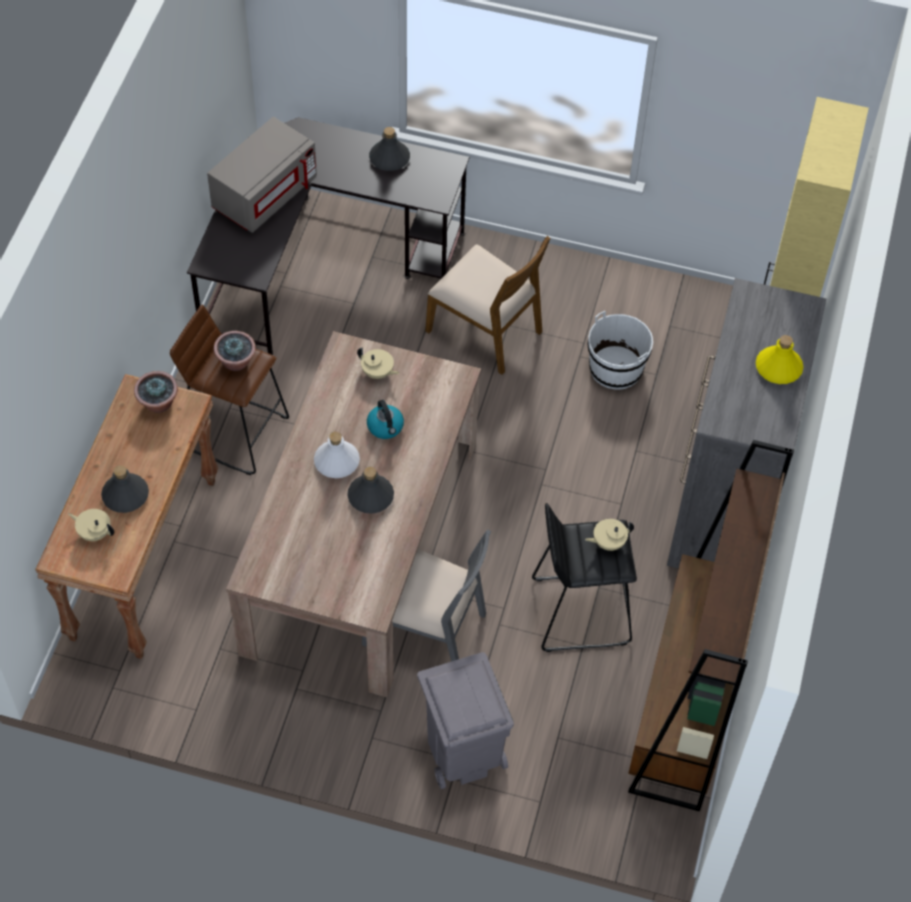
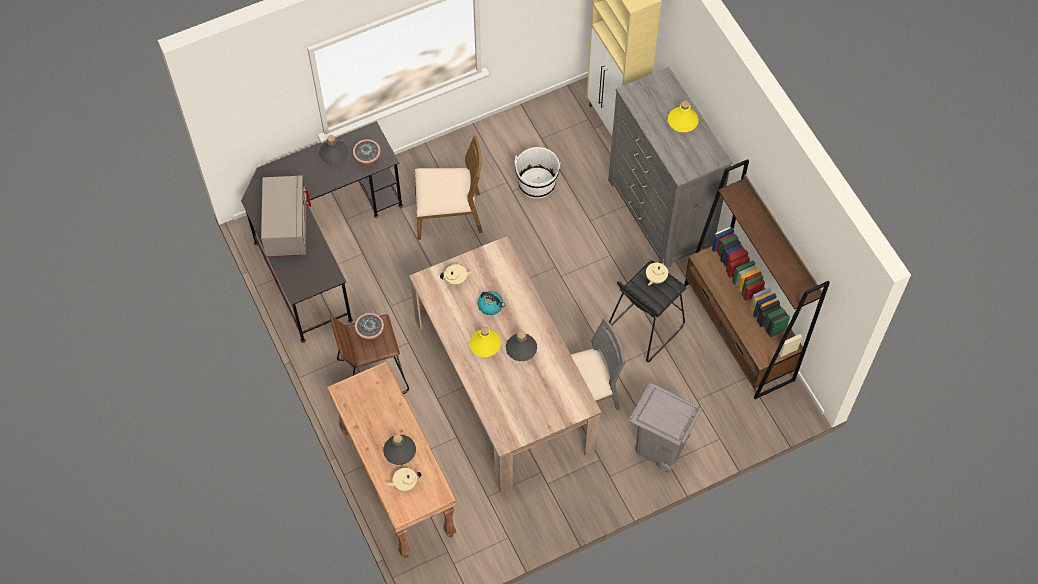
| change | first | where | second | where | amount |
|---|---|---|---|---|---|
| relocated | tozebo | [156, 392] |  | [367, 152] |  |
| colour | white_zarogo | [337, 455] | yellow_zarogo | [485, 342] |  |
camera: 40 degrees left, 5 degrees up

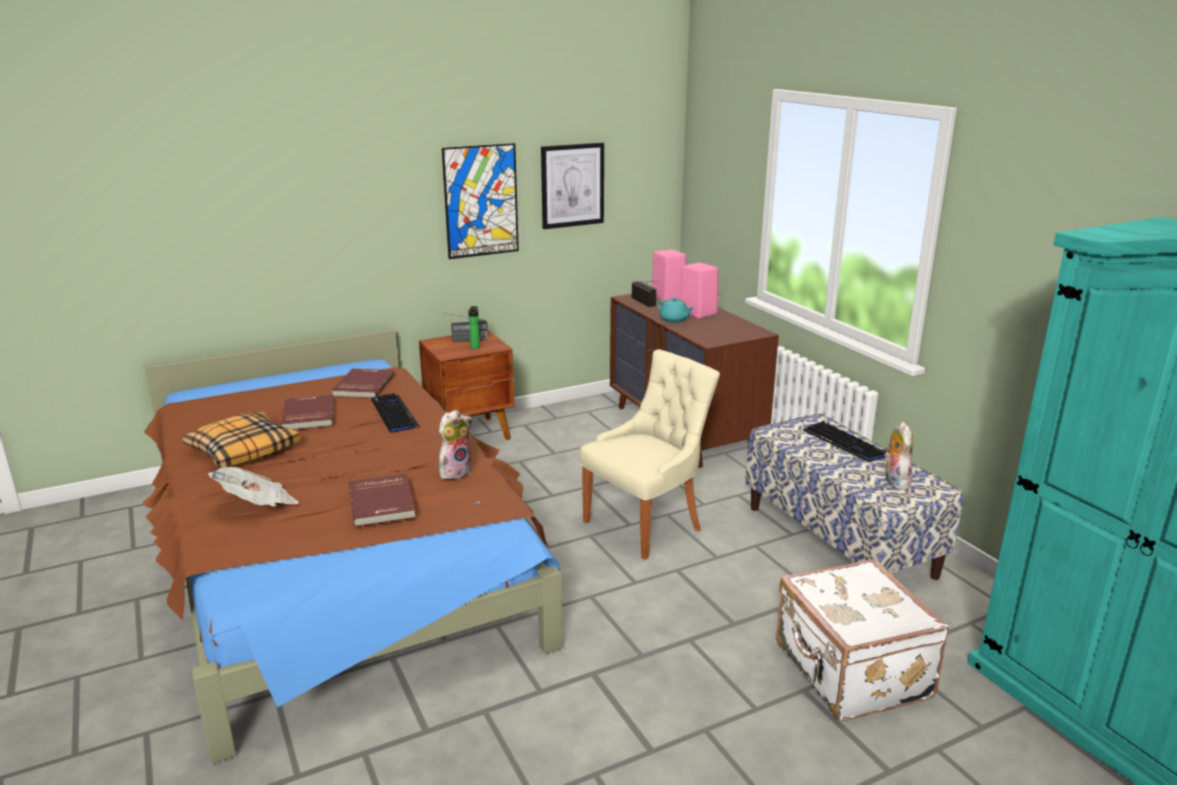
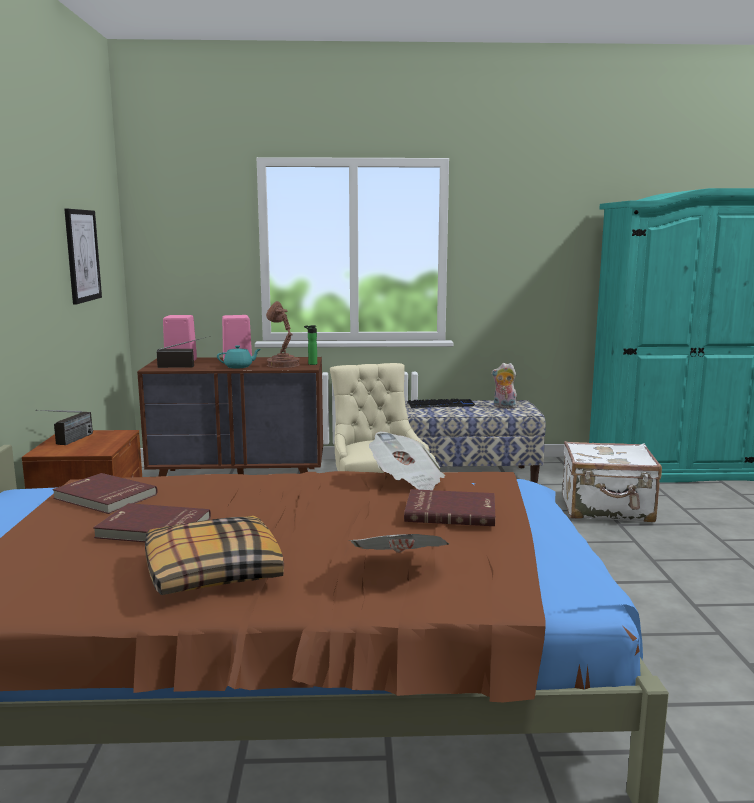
| change | first | where | second | where | amount |
|---|---|---|---|---|---|
| missing | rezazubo | [480, 201] |  |  |  |
| relocated | zarogo | [474, 327] |  | [310, 345] |  |
| missing | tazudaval | [395, 413] |  |  |  |
| exchanged | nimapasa | [455, 445] | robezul | [407, 461] |  |
| appeared |  |  | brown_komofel | [283, 334] |  |
camera: 65 degrees left, 10 degrees down

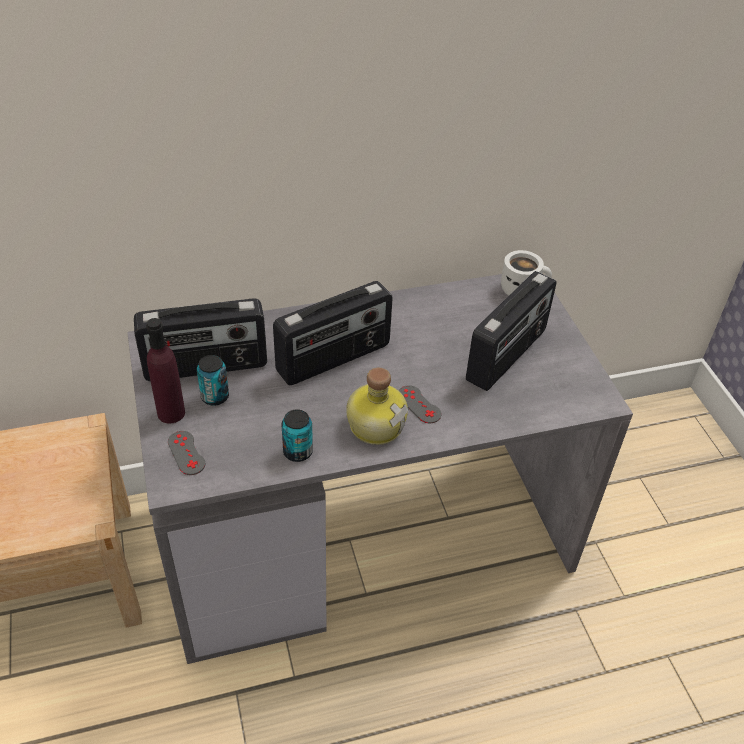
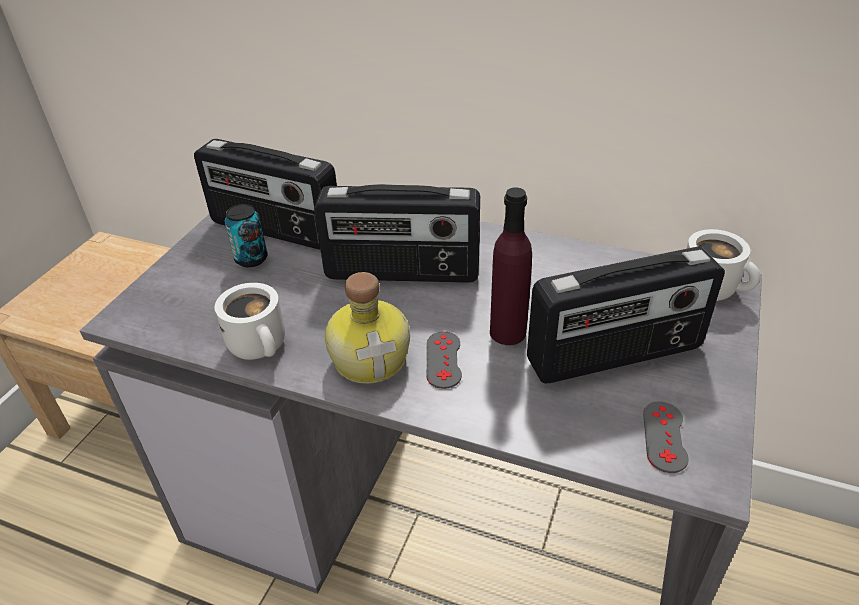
| change | first | where | second | where | amount |
|---|---|---|---|---|---|
| relocated | purple_zarogo | [165, 371] |  | [511, 266] |  |
| exchanged | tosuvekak | [297, 435] | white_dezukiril | [250, 321] |  |
| relocated | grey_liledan | [186, 453] |  | [666, 437] |  |
camera: 40 degrees right, 5 degrees down

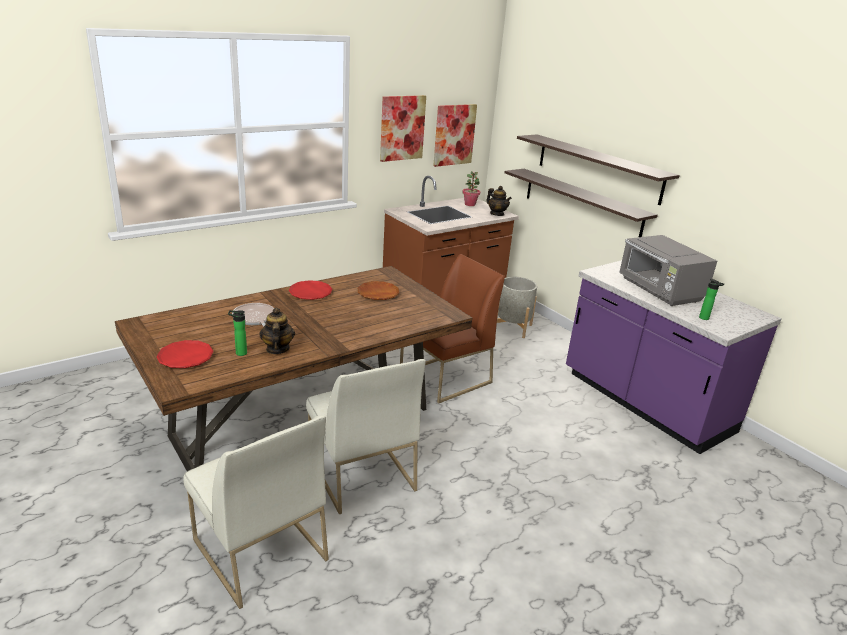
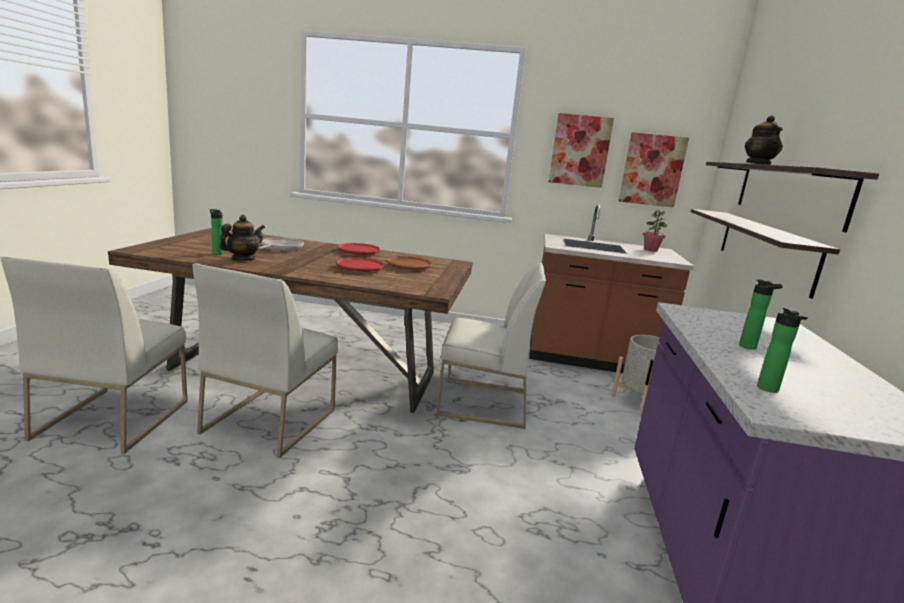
| change | first | where | second | where | amount |
|---|---|---|---|---|---|
| relocated | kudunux | [499, 201] |  | [764, 140] |  |
| exchanged | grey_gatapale | [668, 270] | zarogo | [761, 315] |  |
| colour | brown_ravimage | [452, 328] | white_ravimage | [491, 346] |  |
| relocated | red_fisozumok | [185, 354] |  | [360, 264] |  |
camera: 45 degrees right, 10 degrees down

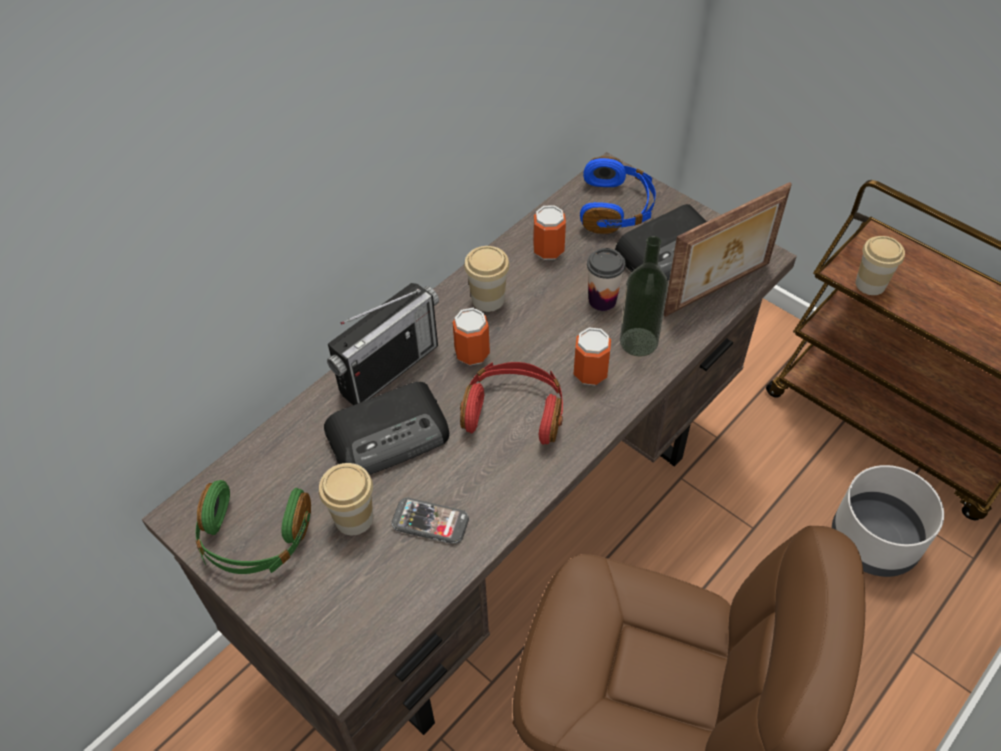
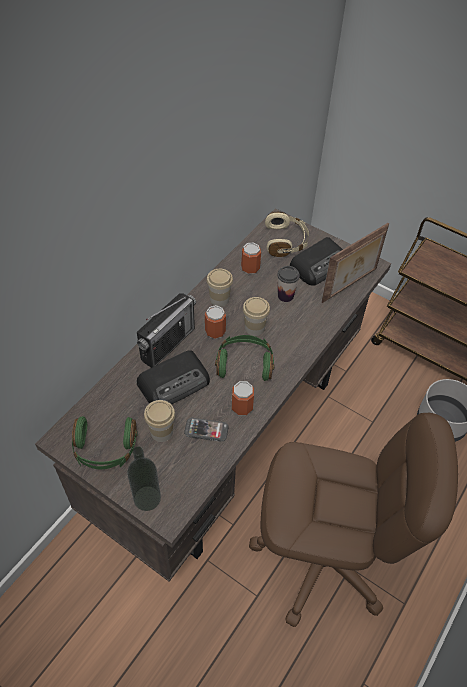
| change | first | where | second | where | amount |
|---|---|---|---|---|---|
| colour | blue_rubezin | [618, 195] | beige_rubezin | [287, 234] |  |
| relocated | zarogo | [644, 296] |  | [144, 478] |  |
| relocated | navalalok | [880, 265] |  | [256, 316] |  |
| relocated | tosuvekak | [592, 356] |  | [243, 398] |  |
| colour | red_rubezin | [511, 403] | green_rubezin | [245, 358] |  |
camera: 10 degrees left, 0 degrees up

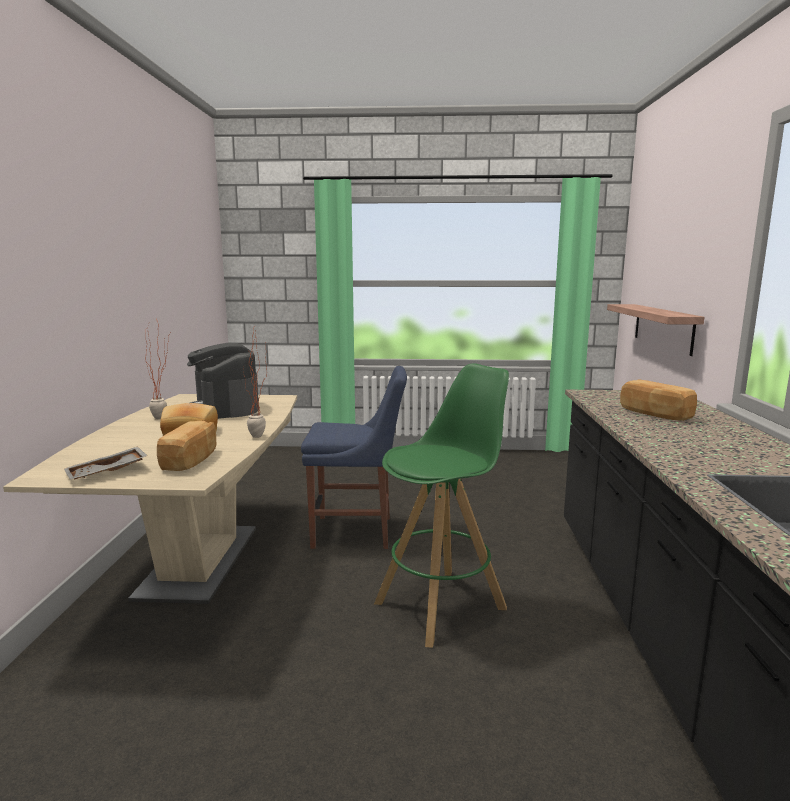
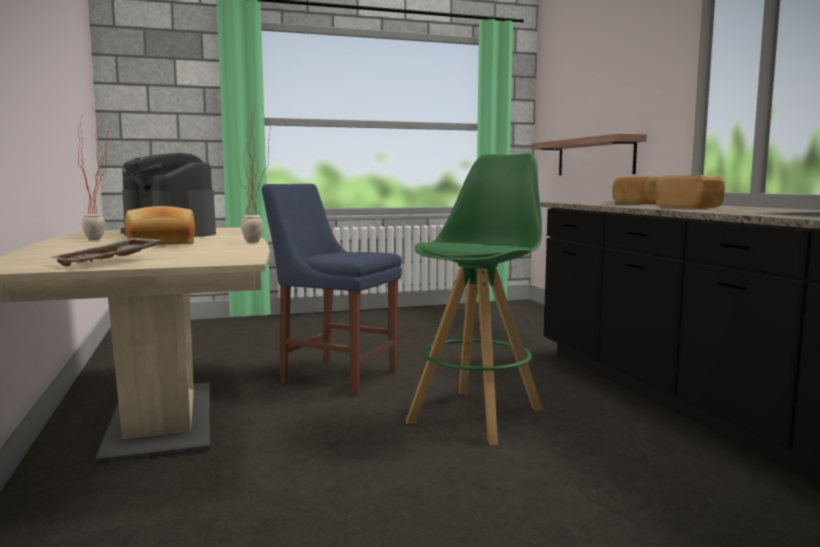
| change | first | where | second | where | amount |
|---|---|---|---|---|---|
| spun | blue_ravimage | [354, 457] |  | [332, 290] | 135 degrees counterclockwise |
| relocated | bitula | [186, 446] |  | [690, 191] |  |
camera: 20 degrees left, 5 degrees down

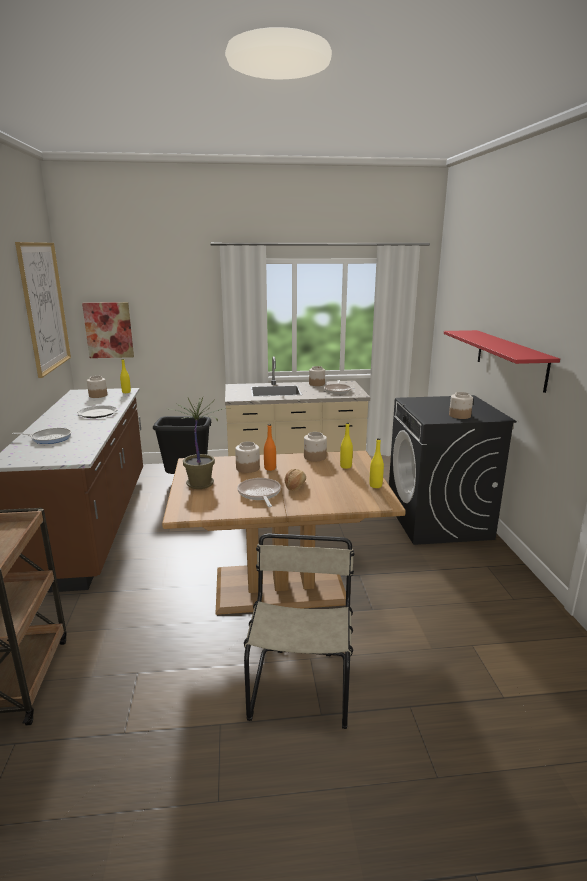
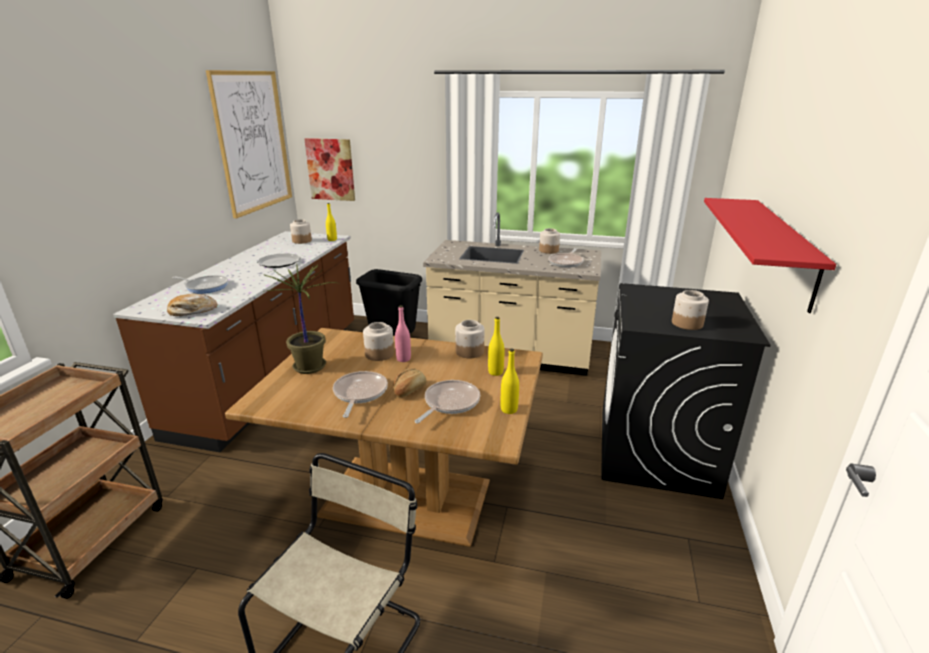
| change | first | where | second | where | amount |
|---|---|---|---|---|---|
| colour | orange_zarogo | [270, 447] | pink_zarogo | [403, 333] |  |
| appeared |  |  | bitula | [192, 305] |  |
| appeared |  |  | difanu | [447, 401] |  |
camera: 20 degrees right, 5 degrees up

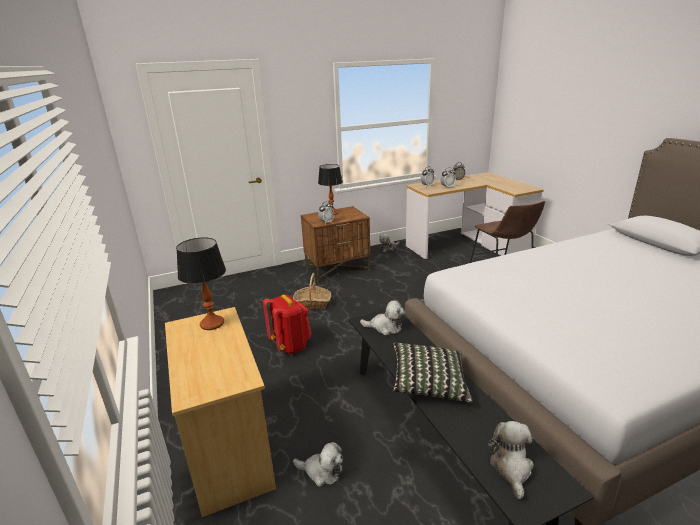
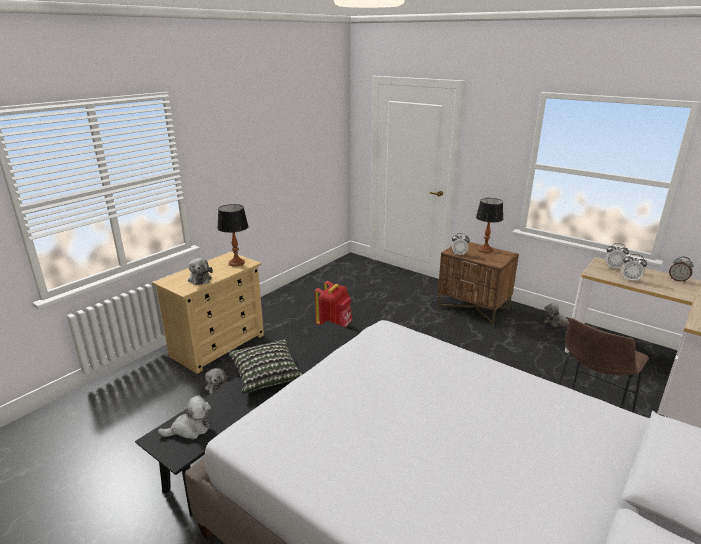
| change | first | where | second | where | amount |
|---|---|---|---|---|---|
| missing | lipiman | [312, 290] |  |  |  |
| relocated | nimapasa | [382, 317] |  | [200, 271] |  |
camera: 60 degrees right, 0 degrees up

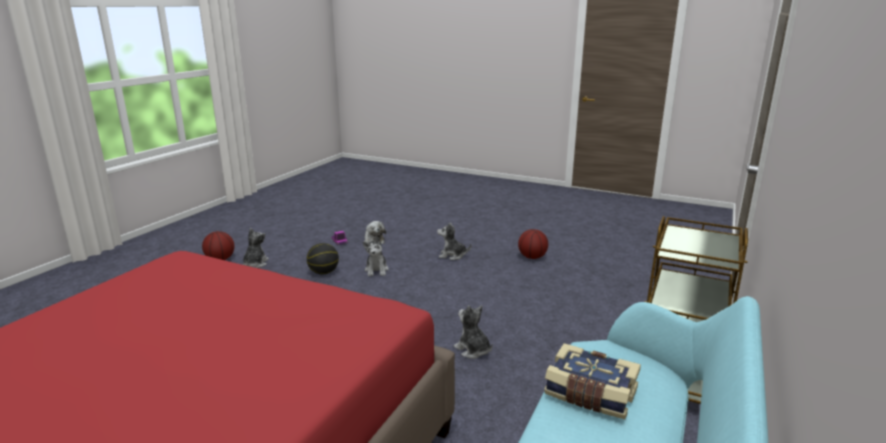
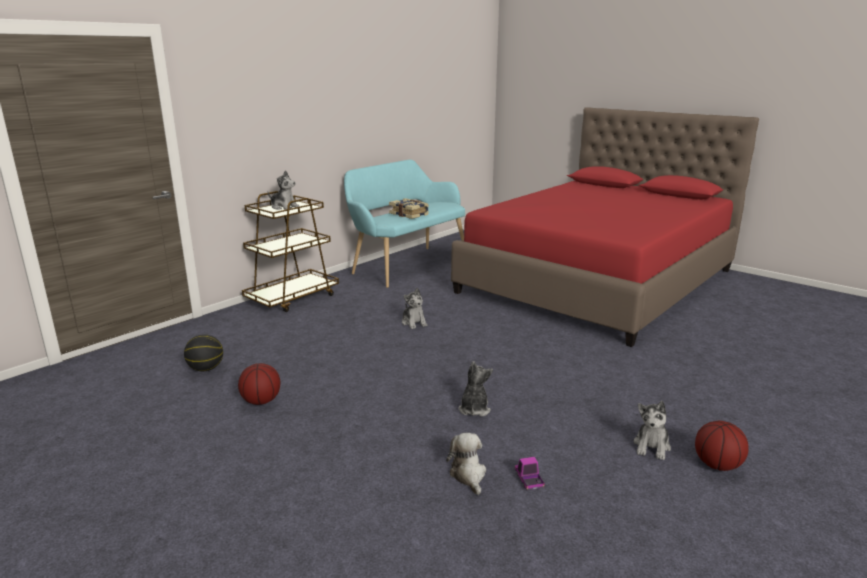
| change | first | where | second | where | amount |
|---|---|---|---|---|---|
| relocated | nimapasa | [454, 241] |  | [284, 190] |  |
| relocated | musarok | [323, 258] |  | [203, 352] |  |
camera: 165 degrees left, 0 degrees up

